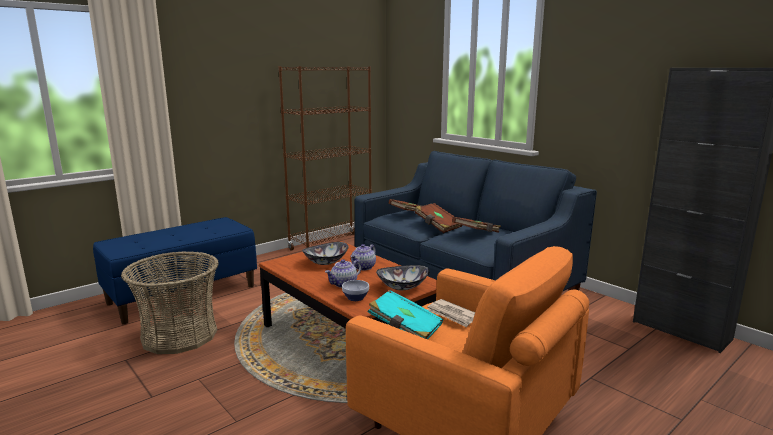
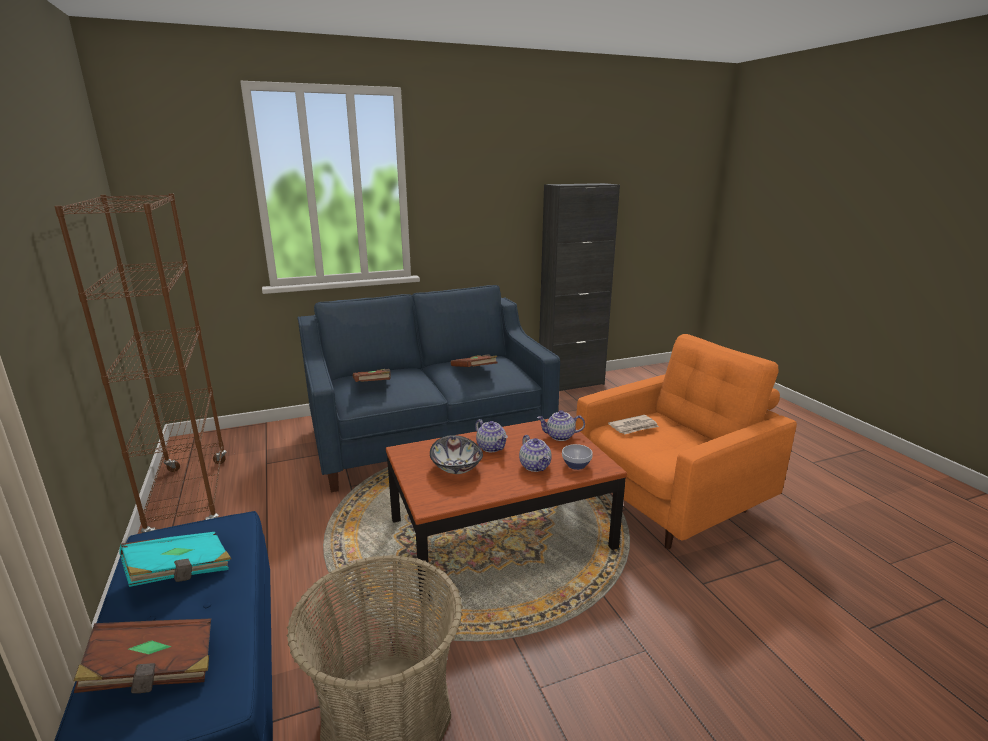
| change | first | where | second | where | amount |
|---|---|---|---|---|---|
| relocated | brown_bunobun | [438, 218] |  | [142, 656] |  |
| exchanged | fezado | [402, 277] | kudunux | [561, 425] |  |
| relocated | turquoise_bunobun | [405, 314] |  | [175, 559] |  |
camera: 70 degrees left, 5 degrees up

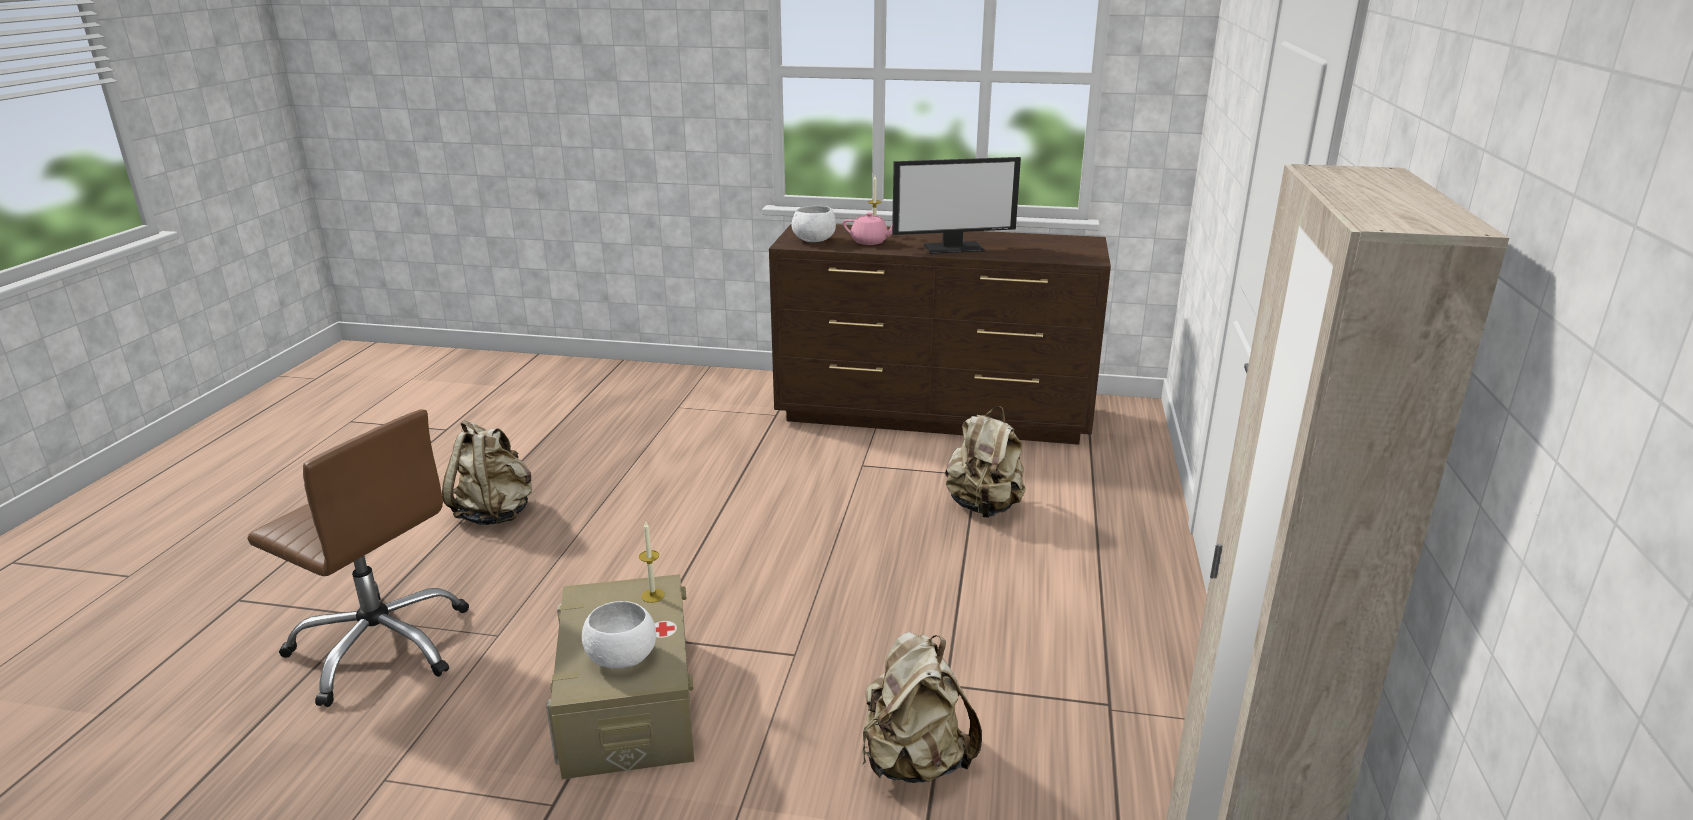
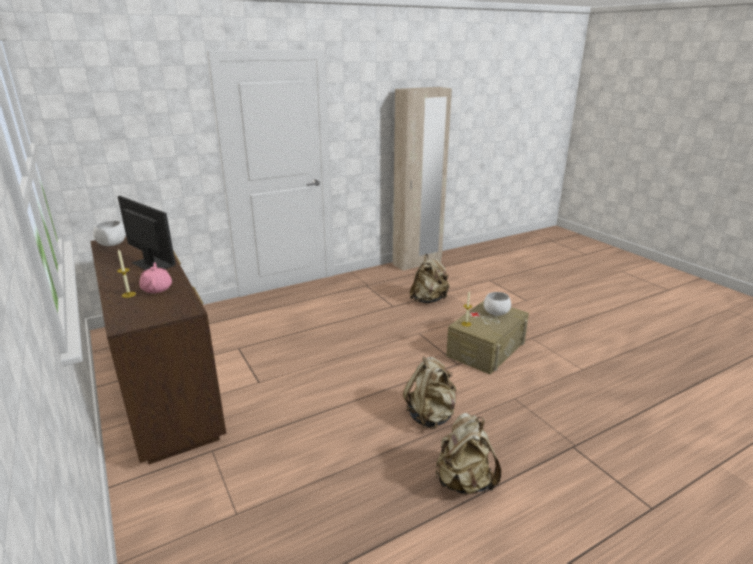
| change | first | where | second | where | amount |
|---|---|---|---|---|---|
| relocated | white_fezado | [814, 224] |  | [109, 233] |  |
| relocated | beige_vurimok | [985, 462] |  | [429, 392] |  |
| missing | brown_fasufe | [358, 558] |  |  |  |
camera: 130 degrees left, 0 degrees up

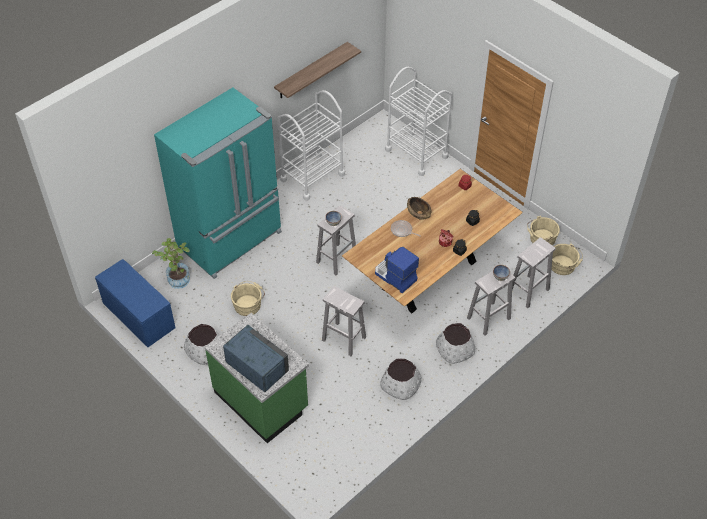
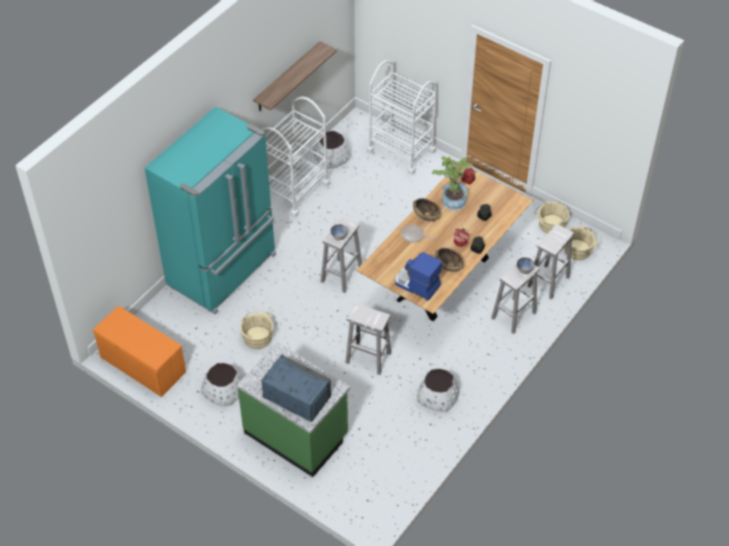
| change | first | where | second | where | amount |
|---|---|---|---|---|---|
| relocated | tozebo | [171, 263] |  | [452, 183] |  |
| colour | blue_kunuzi | [135, 303] | orange_kunuzi | [139, 351] |  |
| relocated | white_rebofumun | [455, 343] |  | [332, 150] |  |
| appeared |  |  | brown_fezado | [449, 260] |  |
camera: 10 degrees left, 0 degrees up

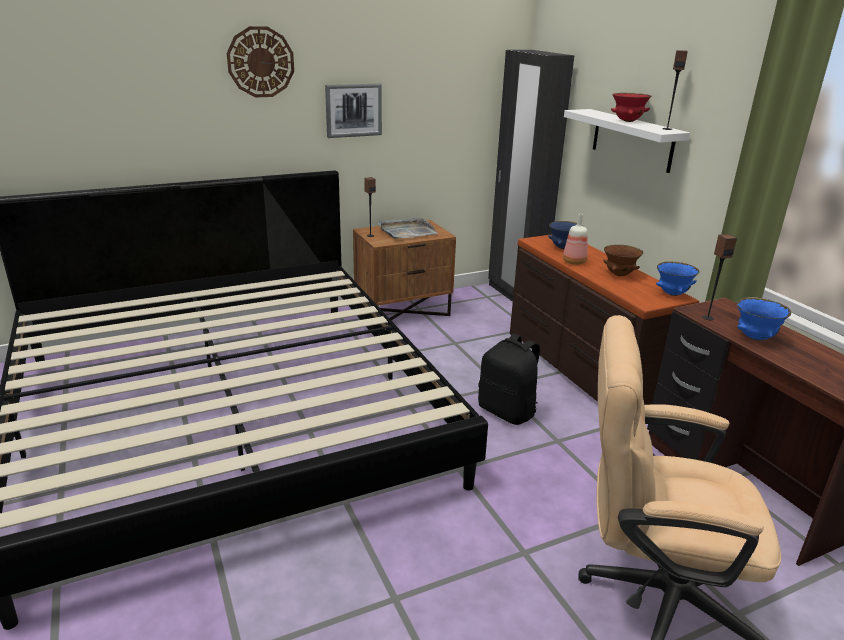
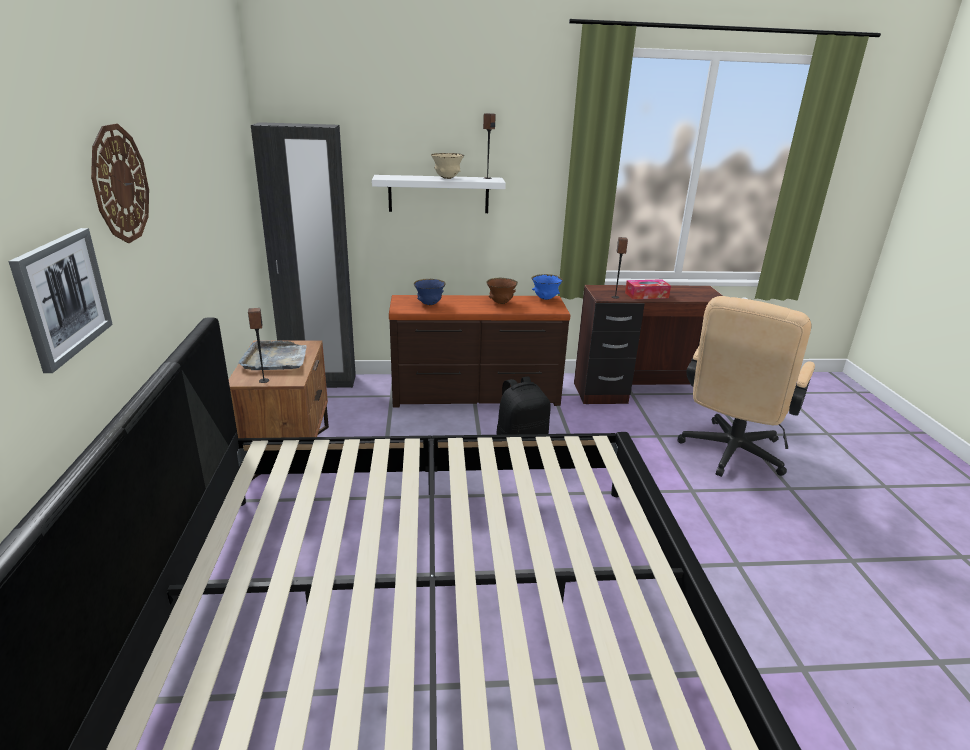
| change | first | where | second | where | amount |
|---|---|---|---|---|---|
| relocated | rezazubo | [353, 111] |  | [60, 300] |  |
| colour | red_fezado | [631, 107] | beige_fezado | [447, 166] |  |
| missing | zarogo | [575, 239] |  |  |  |
| exchanged | blue_fezado | [764, 318] | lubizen | [648, 289] |  |
camera: 70 degrees left, 0 degrees up

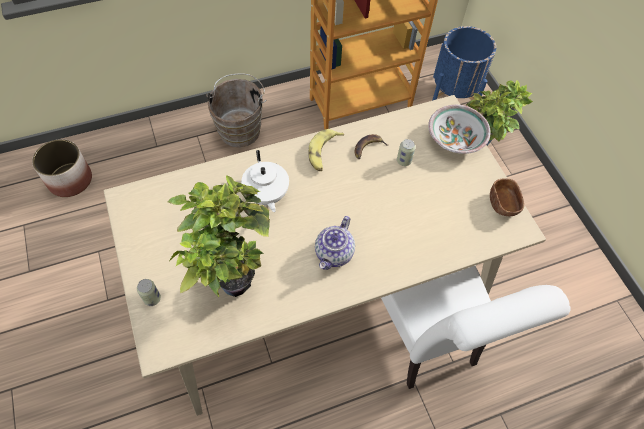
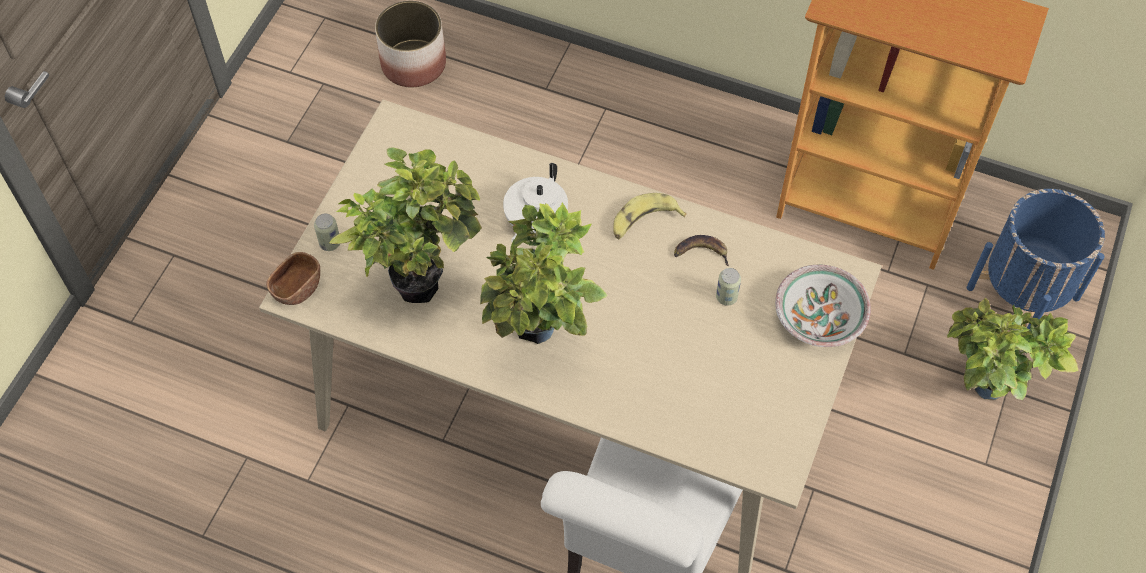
| change | first | where | second | where | amount |
|---|---|---|---|---|---|
| missing | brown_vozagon | [236, 110] |  |  |  |
| relocated | brown_fezado | [507, 197] |  | [293, 278] |  |
| exchanged | kudunux | [335, 243] | tozebo | [544, 273] |  |
camera: 45 degrees right, 0 degrees up

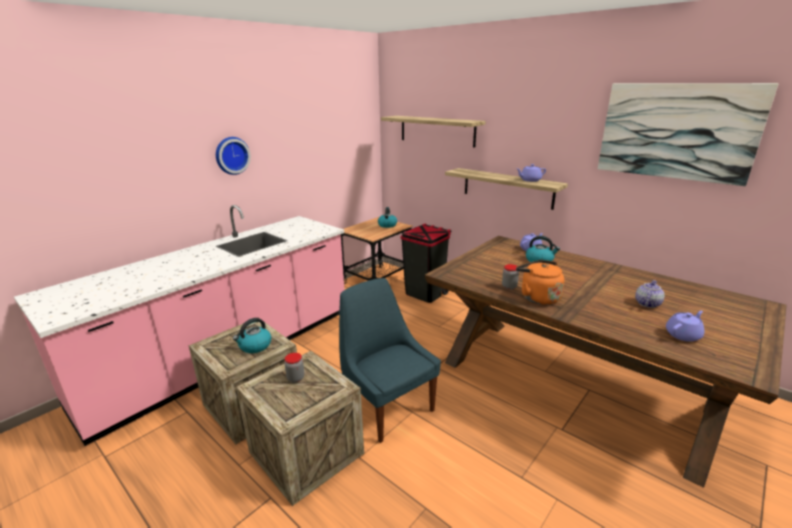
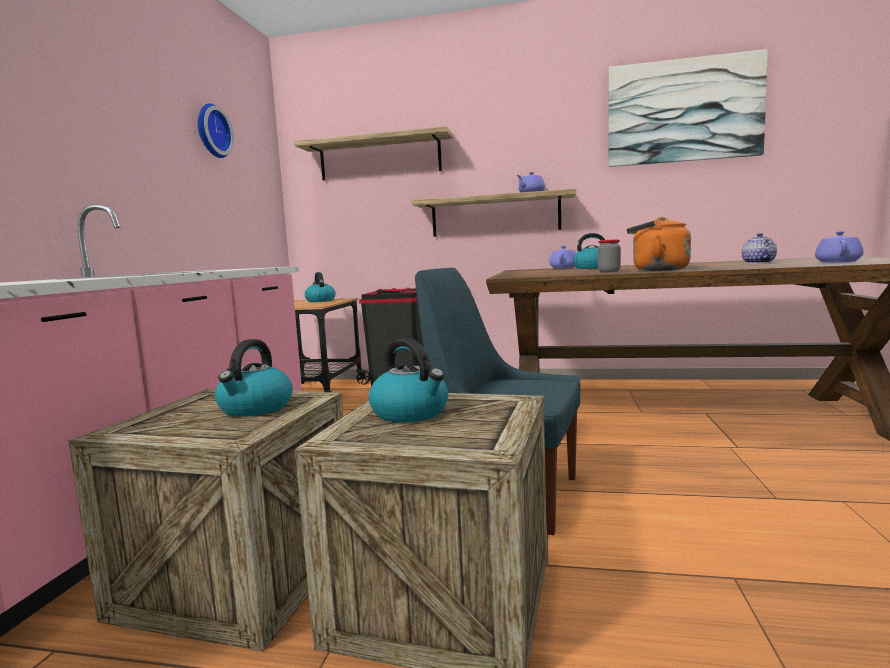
| change | first | where | second | where | amount |
|---|---|---|---|---|---|
| relocated | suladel | [233, 156] |  | [216, 130] |  |
| exchanged | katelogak | [294, 368] | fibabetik | [408, 380] |  |
camera: 30 degrees left, 15 degrees down

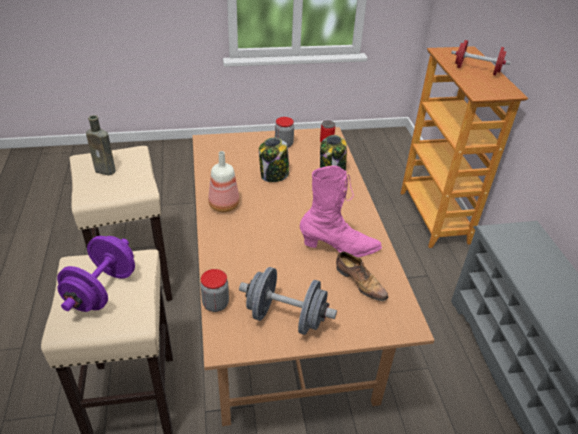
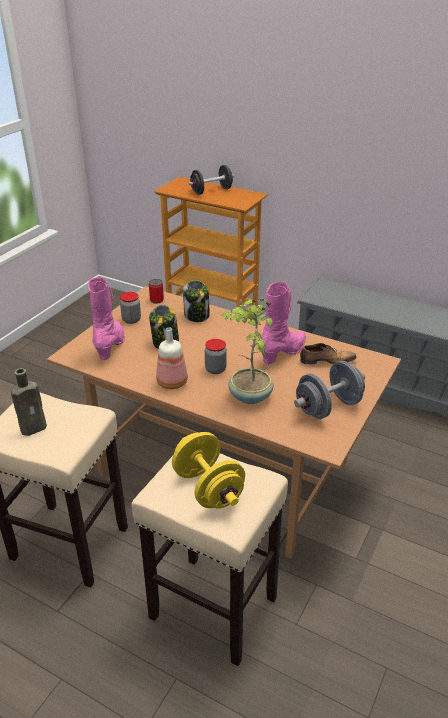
| change | first | where | second | where | amount |
|---|---|---|---|---|---|
| colour | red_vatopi | [481, 58] | black_vatopi | [211, 180] |  |
| colour | purple_vatopi | [96, 274] | yellow_vatopi | [208, 470] |  |
| relocated | katelogak | [214, 290] |  | [216, 356] |  |
| appeared |  |  | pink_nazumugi | [106, 318] |  |
| appeared |  |  | tozebo | [247, 351] |  |
camera: 50 degrees left, 5 degrees down

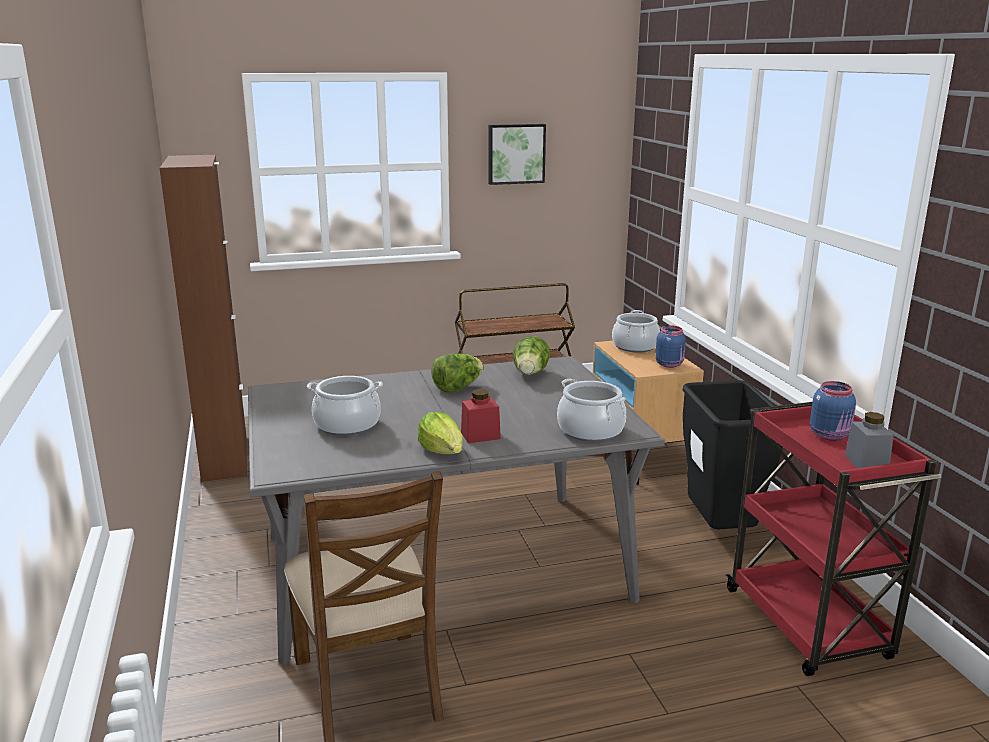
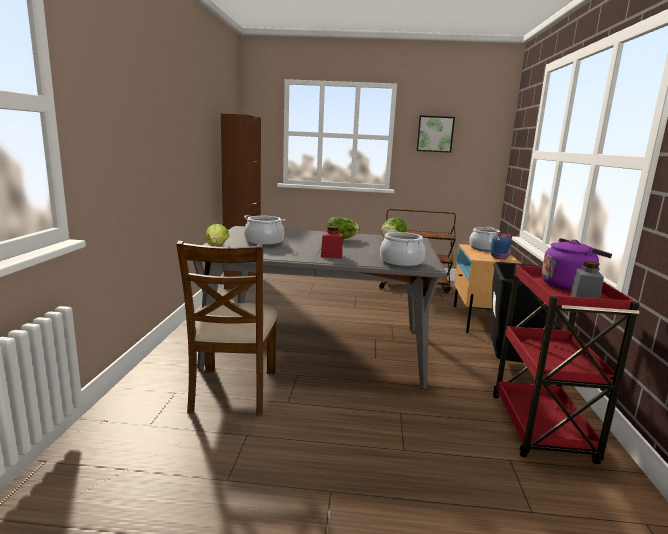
| change | first | where | second | where | amount |
|---|---|---|---|---|---|
| exchanged | blue_katelogak | [833, 411] | purple_fibabetik | [577, 264] |  |
| relocated | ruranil | [440, 433] |  | [218, 235] |  |
camera: 20 degrees right, 5 degrees down

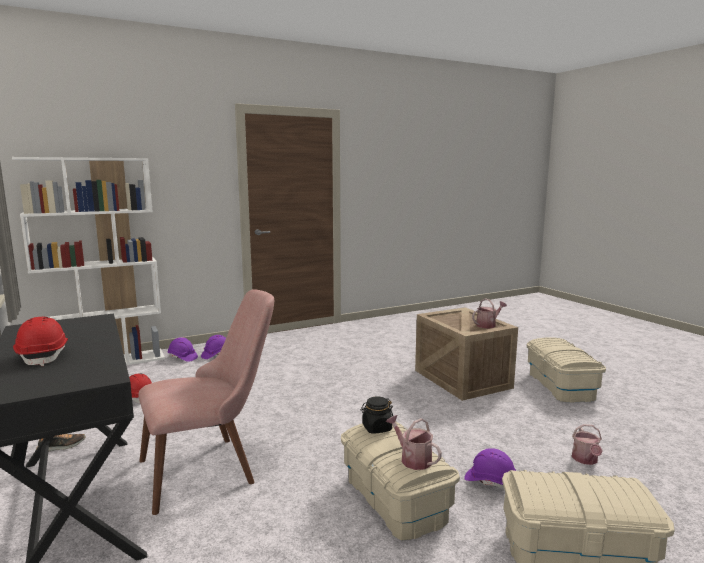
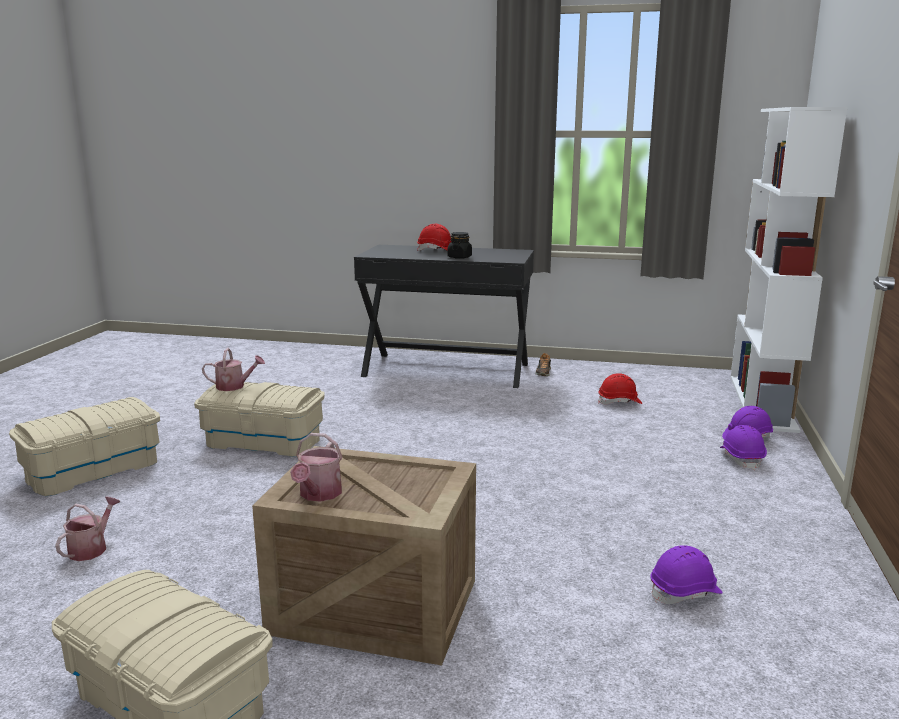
| change | first | where | second | where | amount |
|---|---|---|---|---|---|
| missing | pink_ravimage | [206, 402] |  |  |  |
| relocated | black_katelogak | [377, 415] |  | [460, 245] |  |
| spun | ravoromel | [587, 444] |  | [87, 529] | 60 degrees clockwise |
| relocated | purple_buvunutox | [490, 468] |  | [687, 574] |  |
camera: 130 degrees right, 5 degrees up

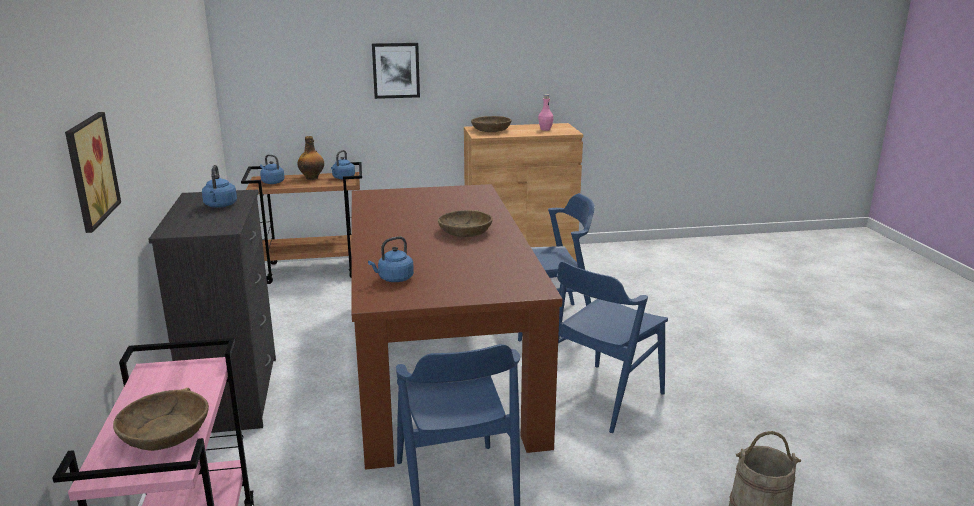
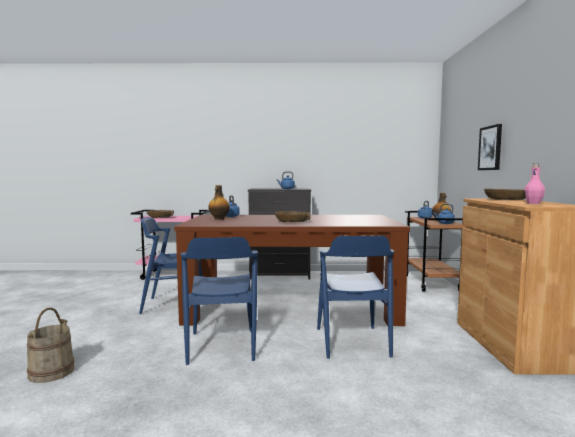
| change | first | where | second | where | amount |
|---|---|---|---|---|---|
| missing | rezazubo | [93, 172] |  |  |  |
| spun | blue_ravimage | [612, 347] |  | [219, 301] | 150 degrees counterclockwise |
| appeared |  |  | zarogo | [219, 202] |  |
camera: 100 degrees right, 15 degrees down

